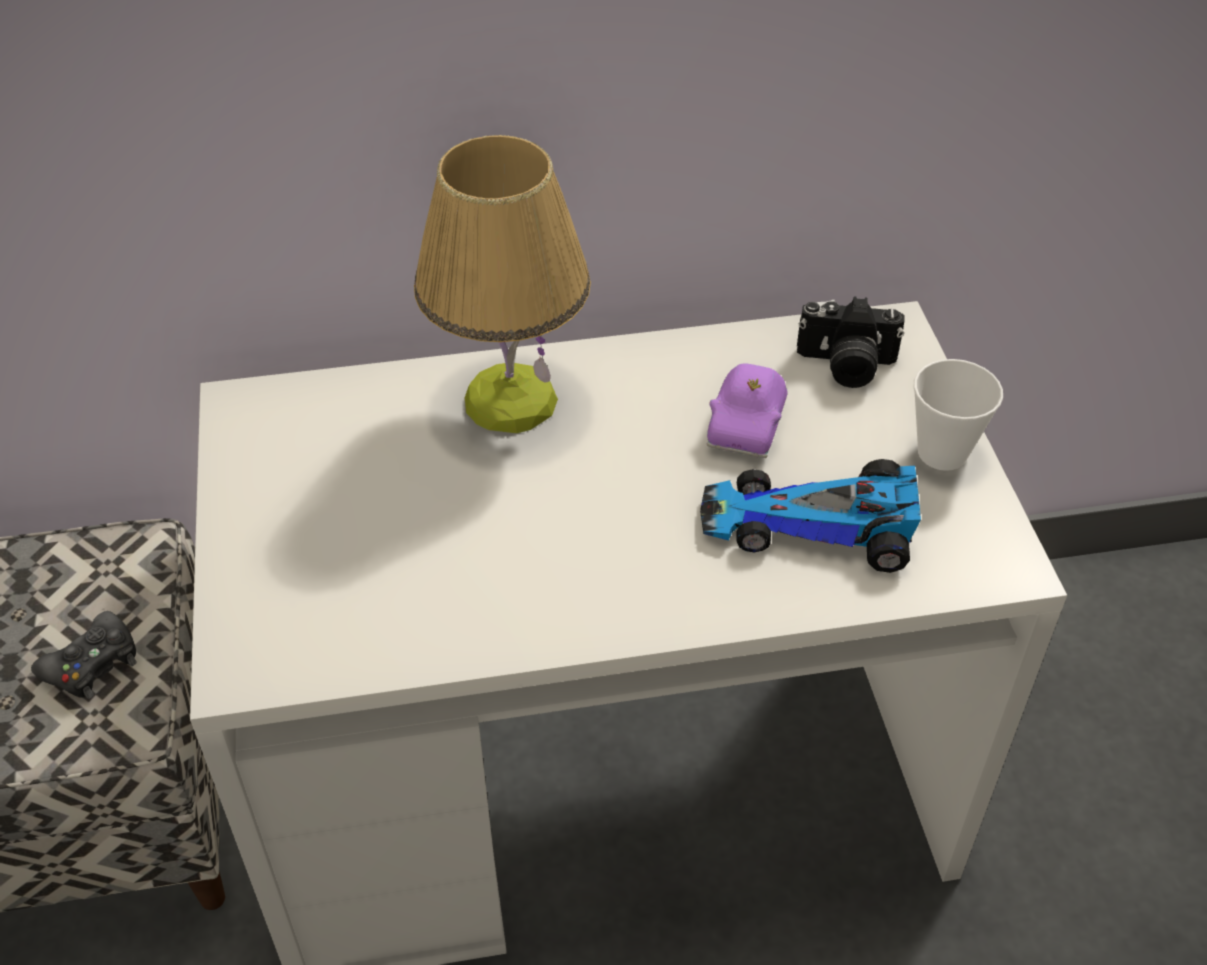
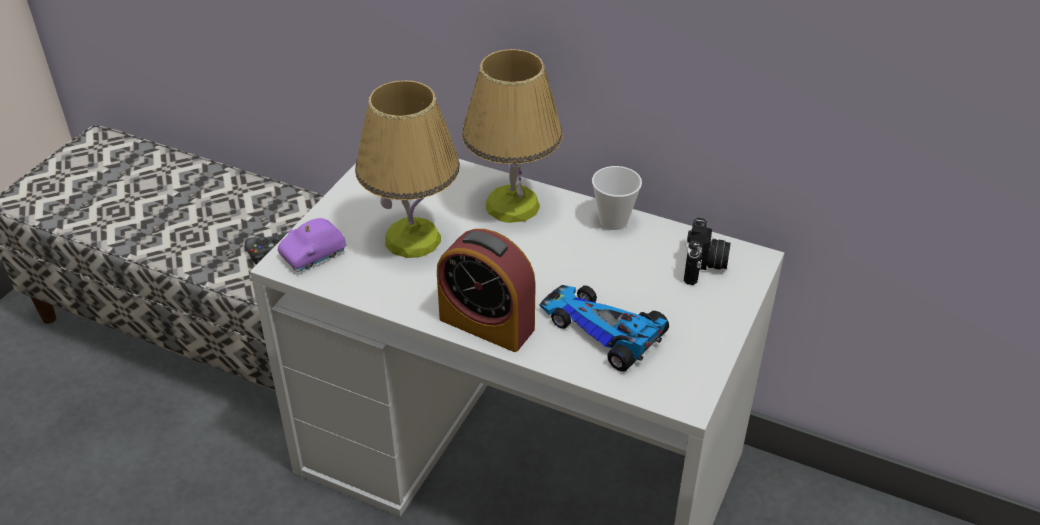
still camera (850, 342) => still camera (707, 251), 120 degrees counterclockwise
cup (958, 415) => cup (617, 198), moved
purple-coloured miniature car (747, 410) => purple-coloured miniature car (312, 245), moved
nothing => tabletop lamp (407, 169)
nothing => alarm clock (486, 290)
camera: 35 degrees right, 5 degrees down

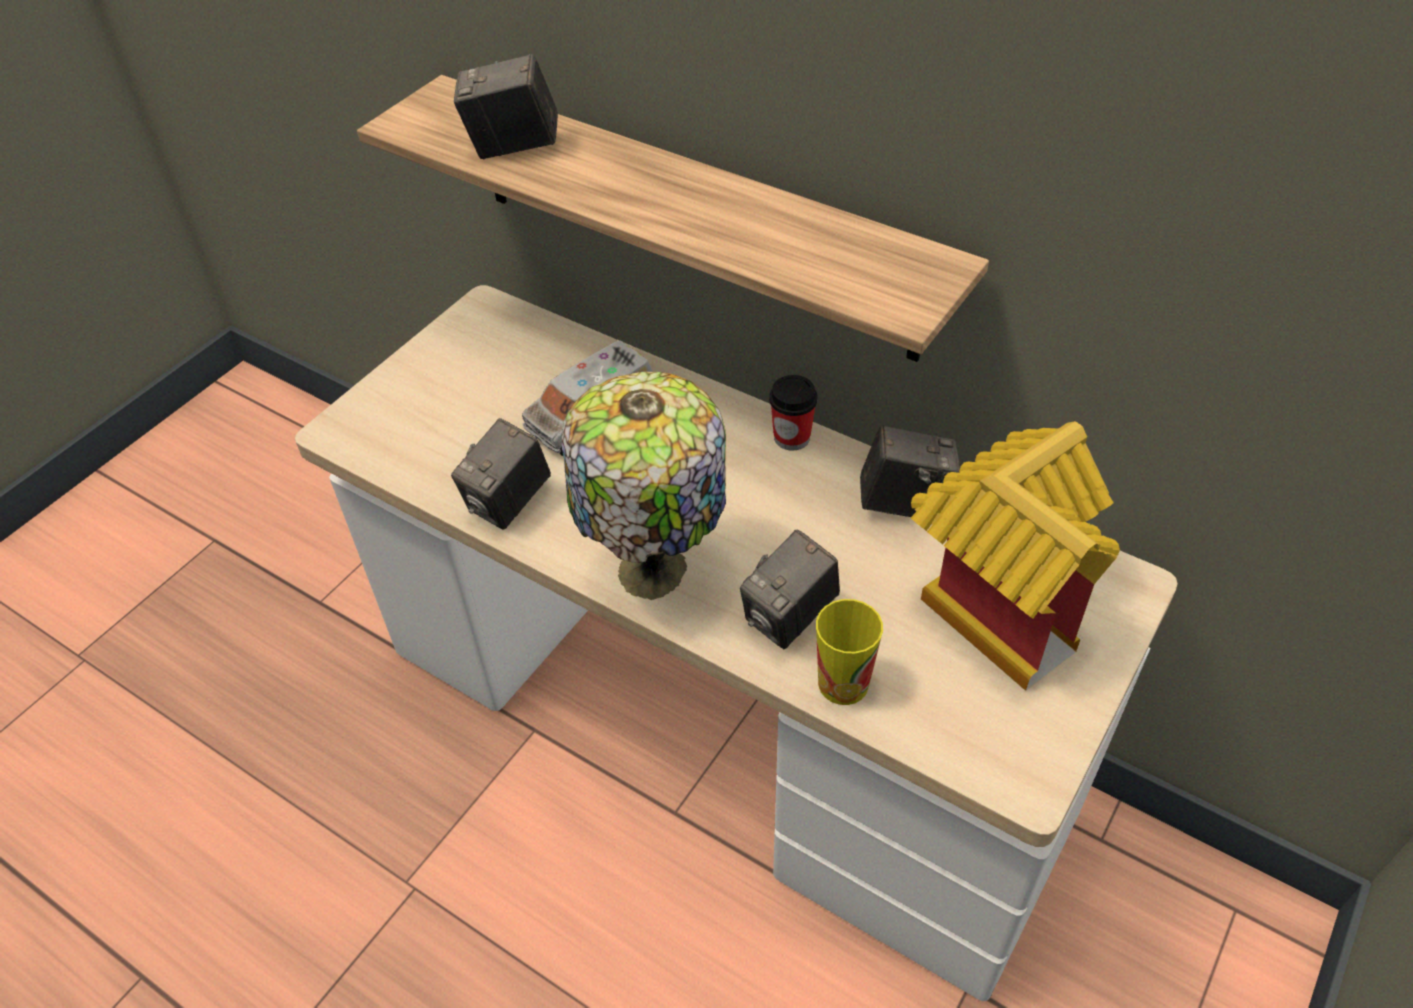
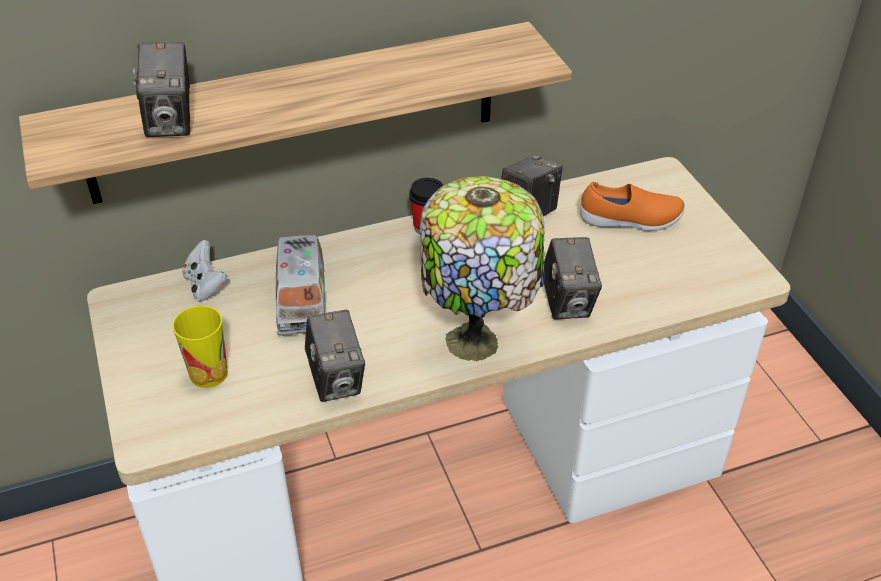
still camera (506, 106) => still camera (161, 89), 45 degrees counterclockwise
miniature house (1015, 556) => orange low shoe (632, 206)
cup (849, 652) => cup (200, 347), moved
nothing => white-coloured gamepad (204, 270)
camera: 55 degrees left, 5 degrees down

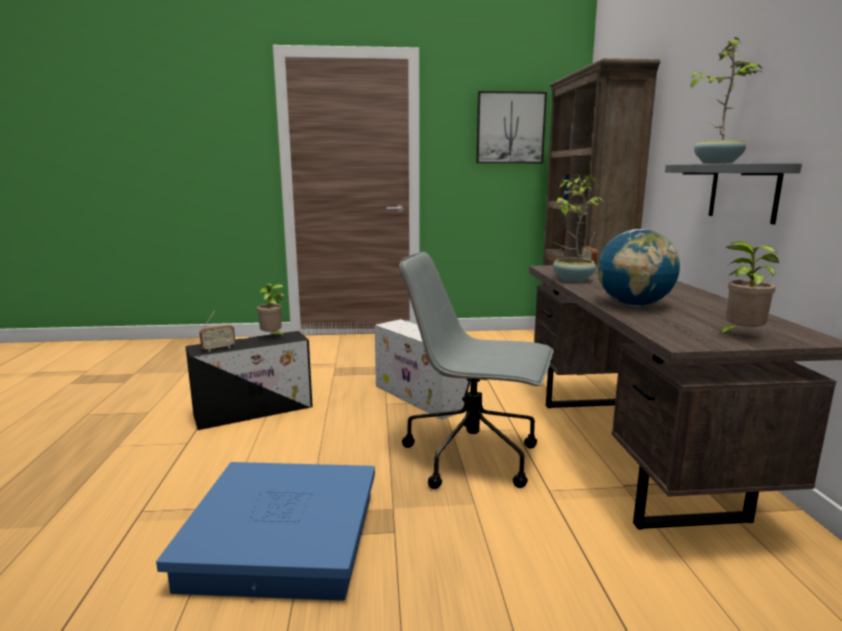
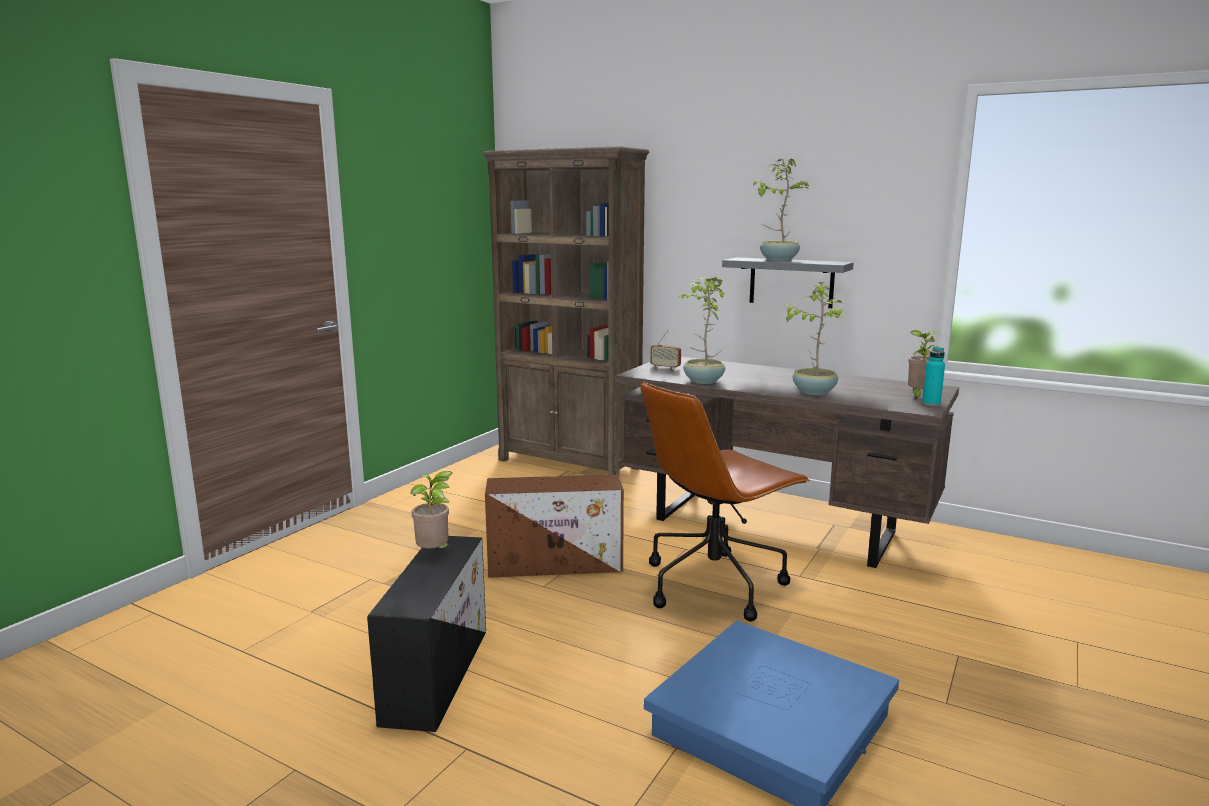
wall picture (511, 127) => nothing
world globe (639, 268) => potted plant (814, 338)
greyish office chair (476, 370) => brown office chair (725, 502)
radio (217, 331) => nothing
white-coloured storage container (421, 369) => brown storage container (554, 526)
nothing => turquoise-coloured beverage bottle (933, 376)
camera: 55 degrees left, 0 degrees up

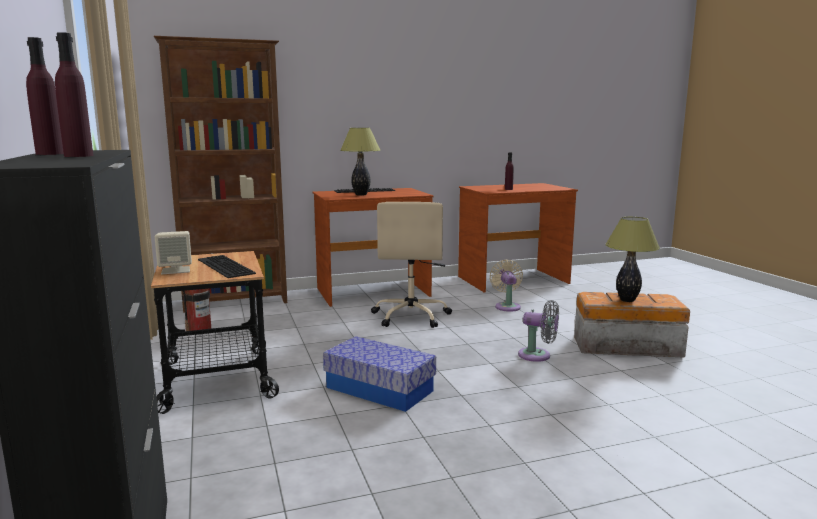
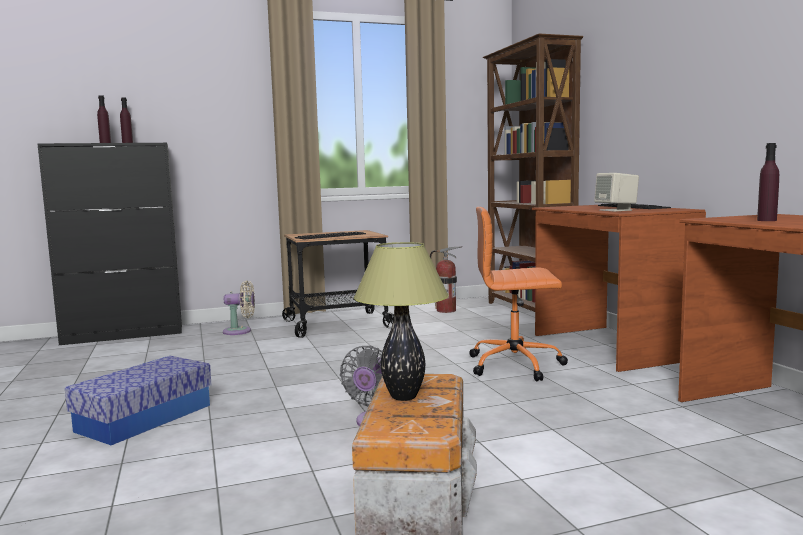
tabletop lamp (360, 162) => nothing
sand-coloured office chair (411, 265) => orange office chair (518, 294)
sand-coloured loudspeaker (173, 252) => sand-coloured loudspeaker (616, 192), moved
sand-coloured fan (506, 286) => sand-coloured fan (239, 307), moved
storage container (379, 374) => storage container (138, 400), moved
camera: 90 degrees right, 5 degrees down

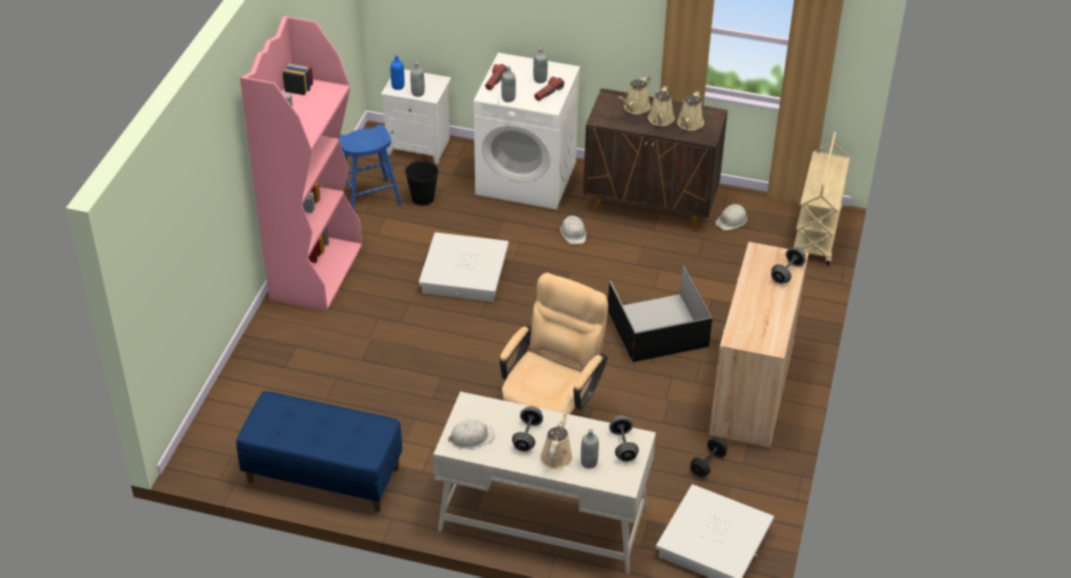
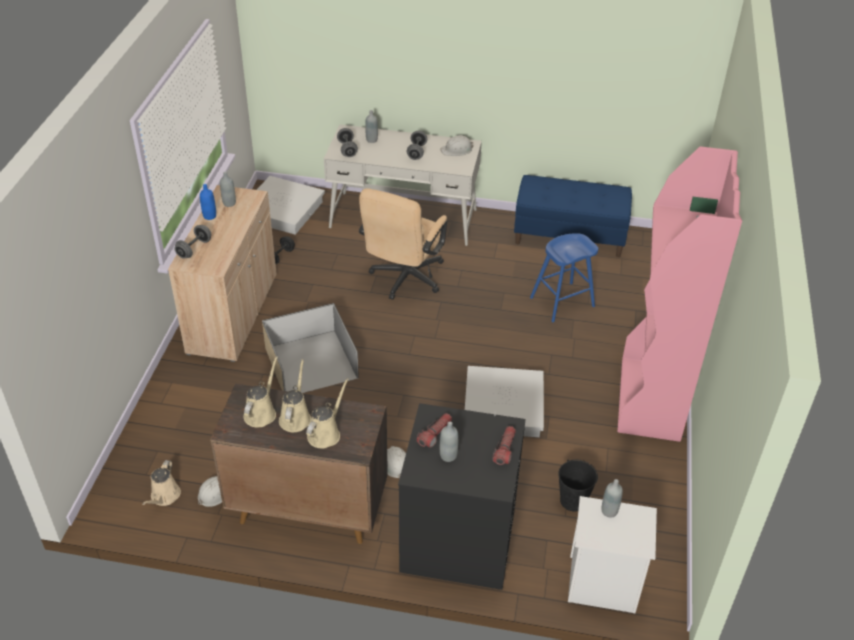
white-coloured washing machine (527, 131) => blackish washing machine (462, 496)
bluish beverage bottle (397, 72) => bluish beverage bottle (208, 202), moved
greyish beverage bottle (508, 84) => greyish beverage bottle (228, 189), moved
bluish stool (371, 167) => bluish stool (564, 277), moved
sand-coloured trolley (822, 198) => nothing
blackish storage container (660, 314) => sand-coloured storage container (310, 348)
sand-coloured watering pot (556, 432) => sand-coloured watering pot (161, 483), moved
camera: 175 degrees right, 0 degrees up

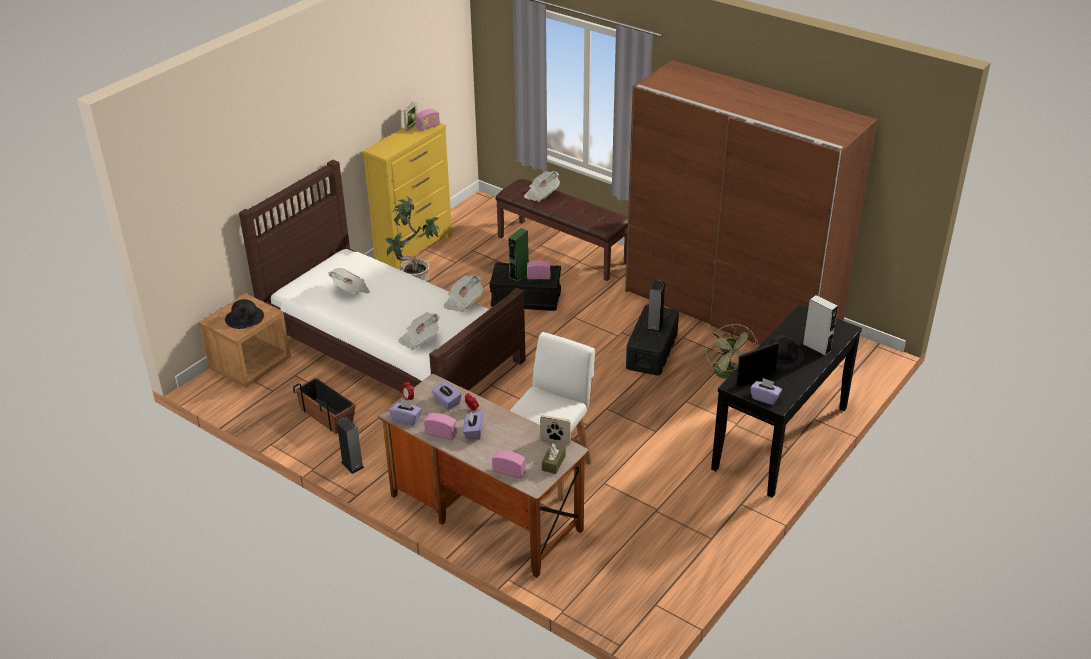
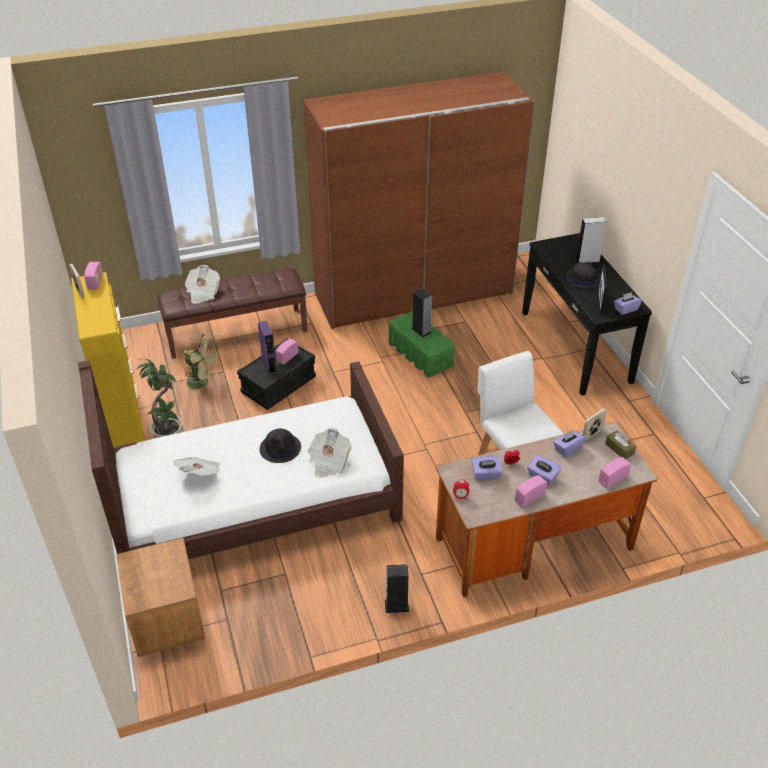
green-coloured loudspeaker (518, 254) => purple-coloured loudspeaker (267, 347)
daily paper (463, 293) => nothing
blackish hat (244, 314) => blackish hat (280, 445), moved
blackish storage container (652, 340) => green-coloured storage container (422, 344)
green-coloured fan (732, 352) => green-coloured fan (201, 364), moved
plant pot (324, 405) => nothing
purple-coloured box of tissues (405, 412) => purple-coloured box of tissues (569, 443), moved
camera: 55 degrees left, 5 degrees up

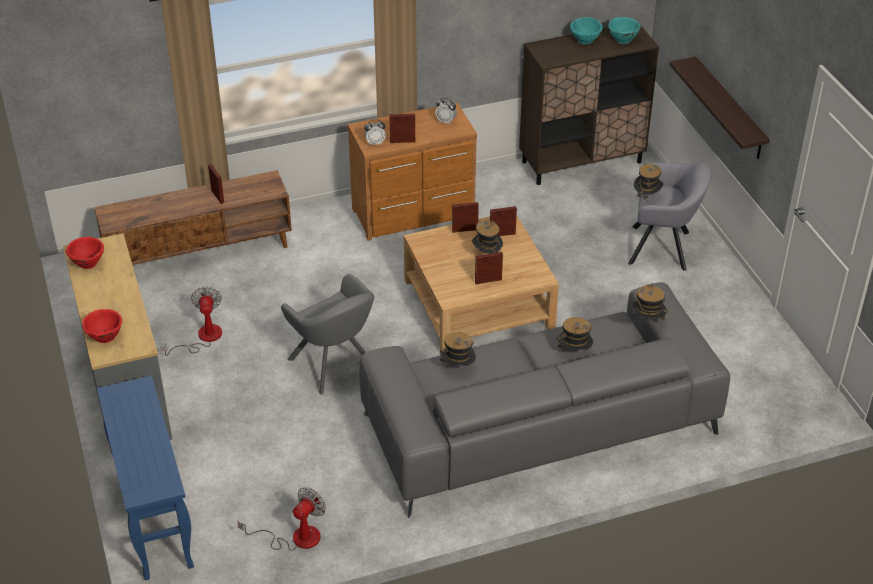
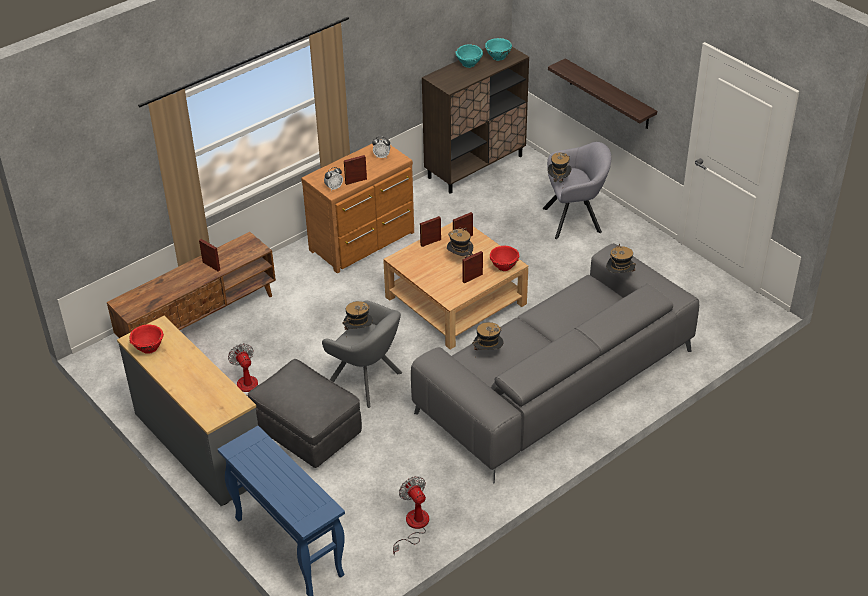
red serving bowl (102, 326) => red serving bowl (504, 258), moved
hat (575, 336) => hat (357, 319), moved
fan (281, 519) => fan (411, 515), 45 degrees counterclockwise
nothing => greyish ottoman (305, 413)
camera: 20 degrees left, 0 degrees up

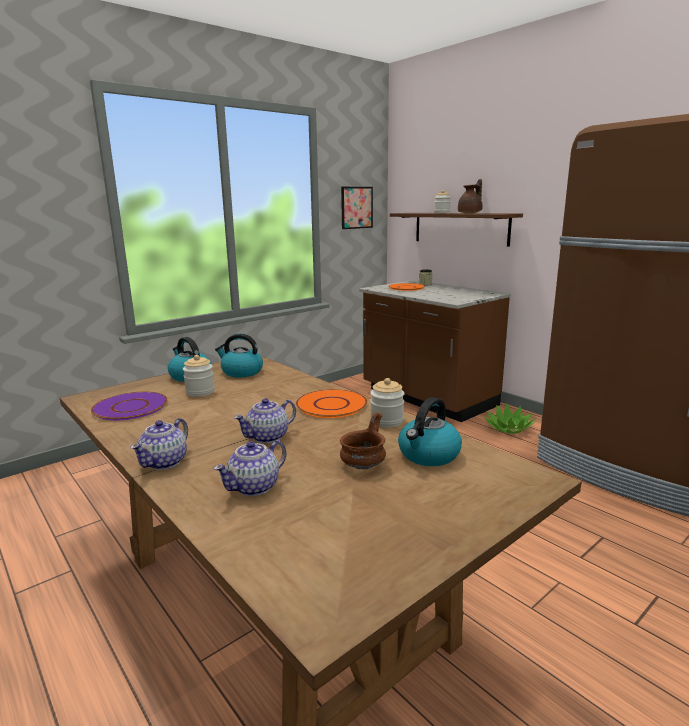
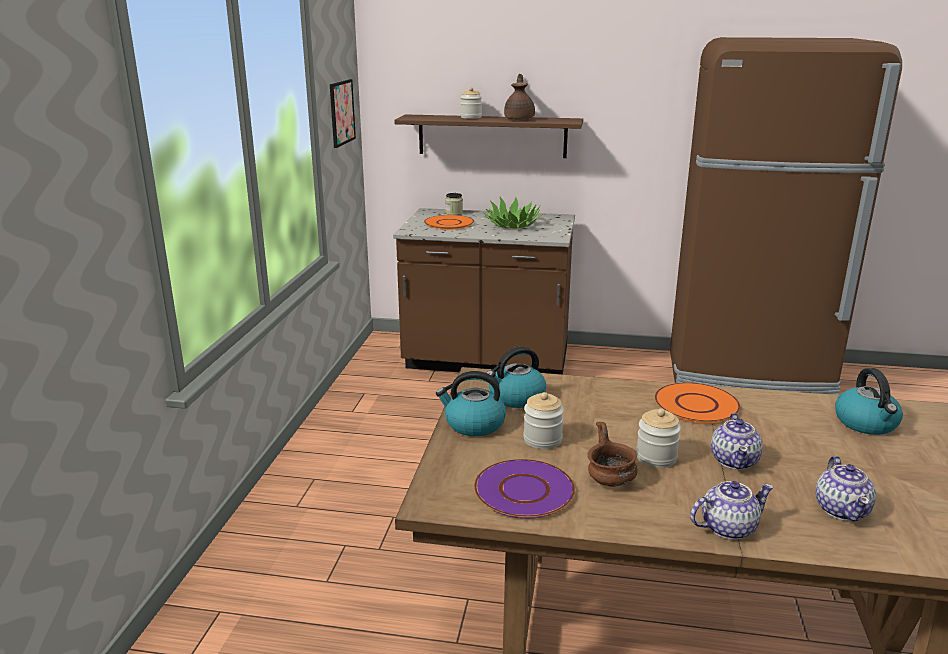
preserve jar (387, 402) => preserve jar (658, 438), moved
potted plant (510, 418) => potted plant (513, 213), moved
brown serving bowl (363, 441) => brown serving bowl (613, 454), moved
pot for tea (159, 444) => pot for tea (732, 510), 90 degrees counterclockwise
camera: 40 degrees left, 5 degrees up

